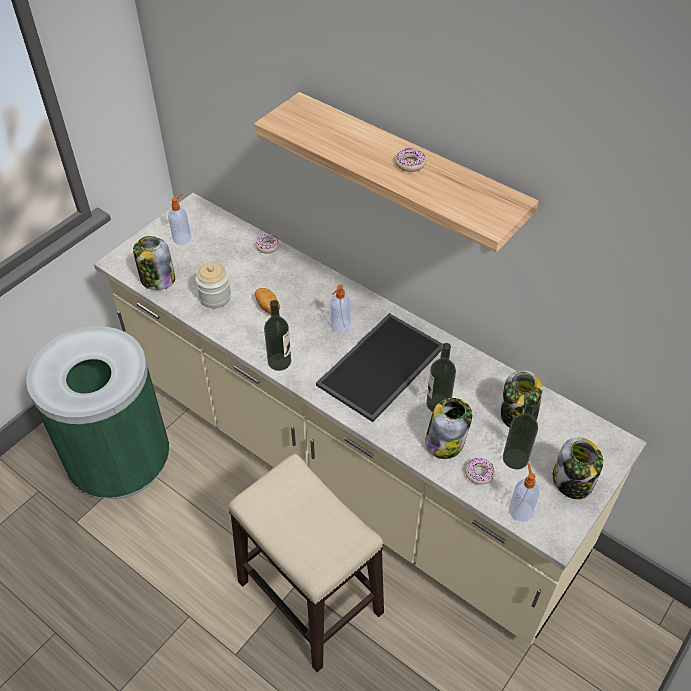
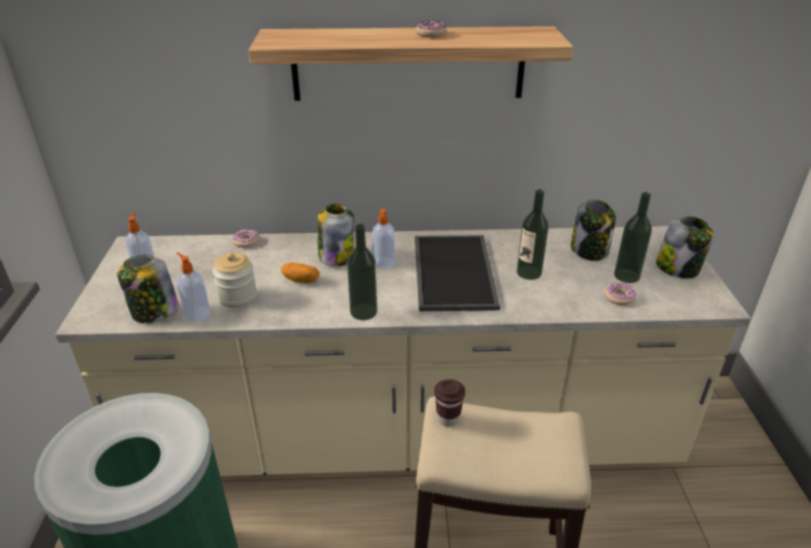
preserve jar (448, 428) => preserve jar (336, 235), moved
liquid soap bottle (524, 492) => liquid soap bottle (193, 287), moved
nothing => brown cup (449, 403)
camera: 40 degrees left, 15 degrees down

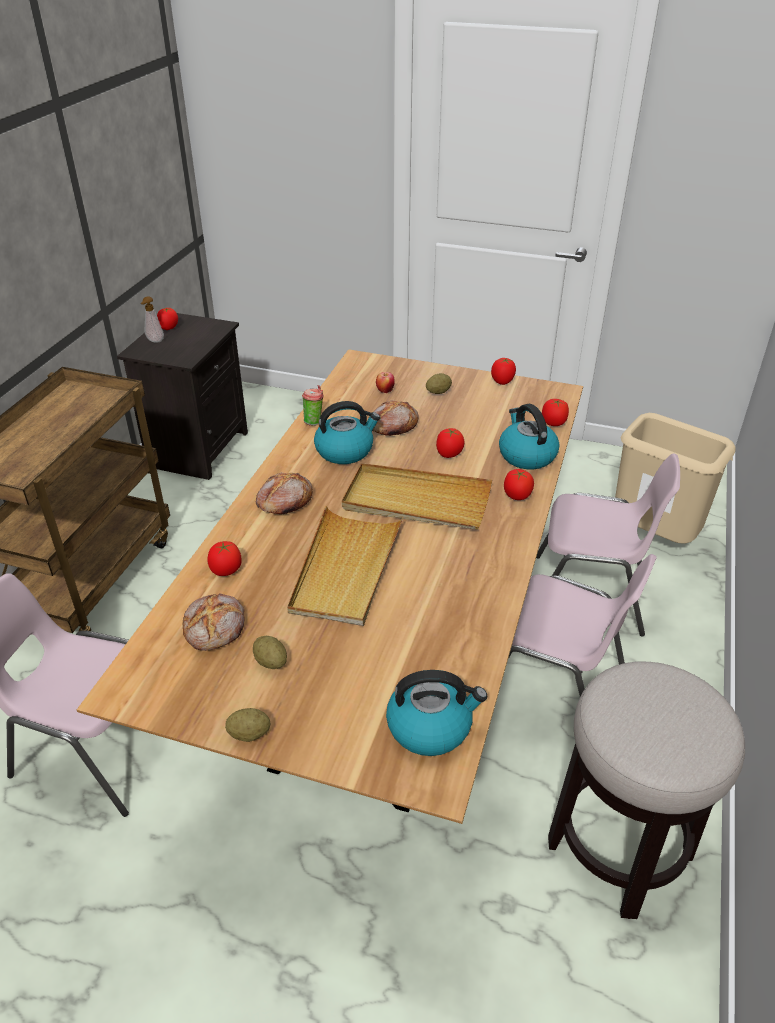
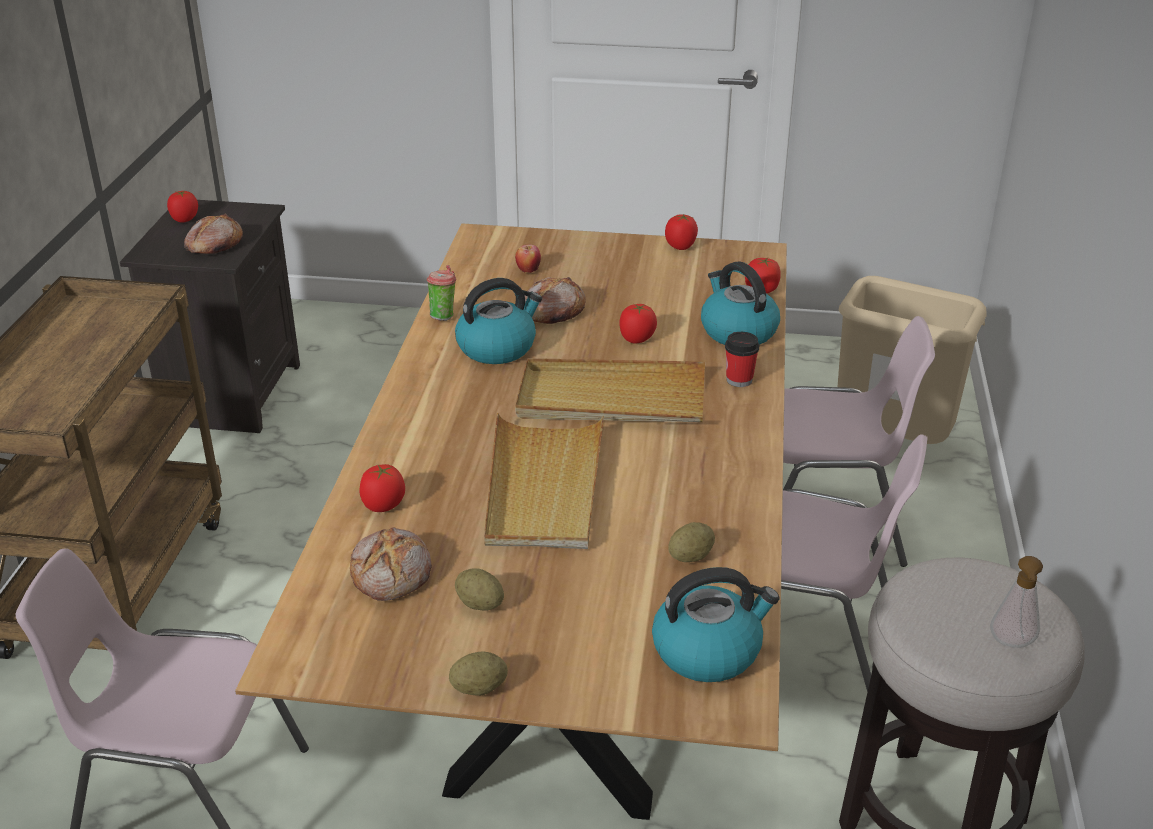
liquid soap bottle (152, 319) => liquid soap bottle (1016, 602), moved
whole potato (439, 383) => whole potato (691, 542), moved
tomato (519, 484) => cup (742, 359)
bakery bread (284, 493) => bakery bread (213, 234), moved
camera: 10 degrees left, 5 degrees down

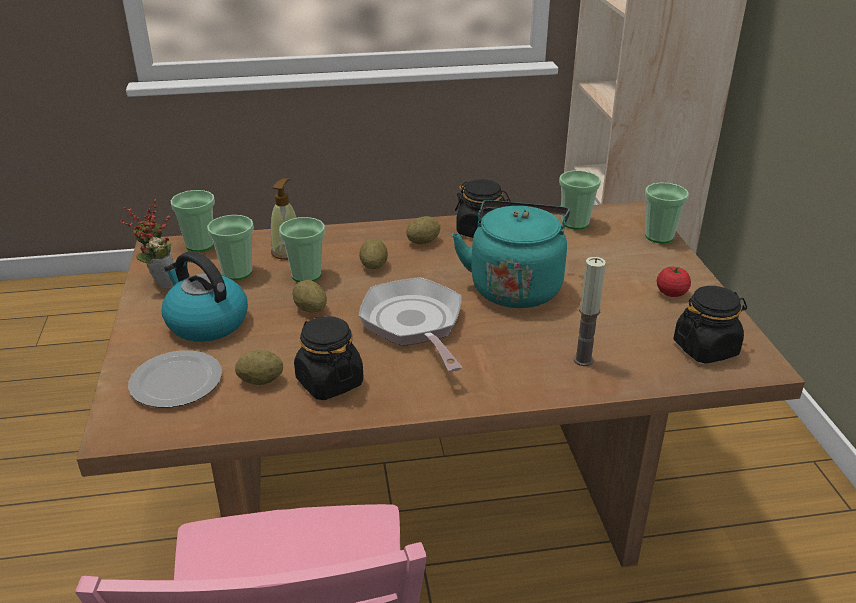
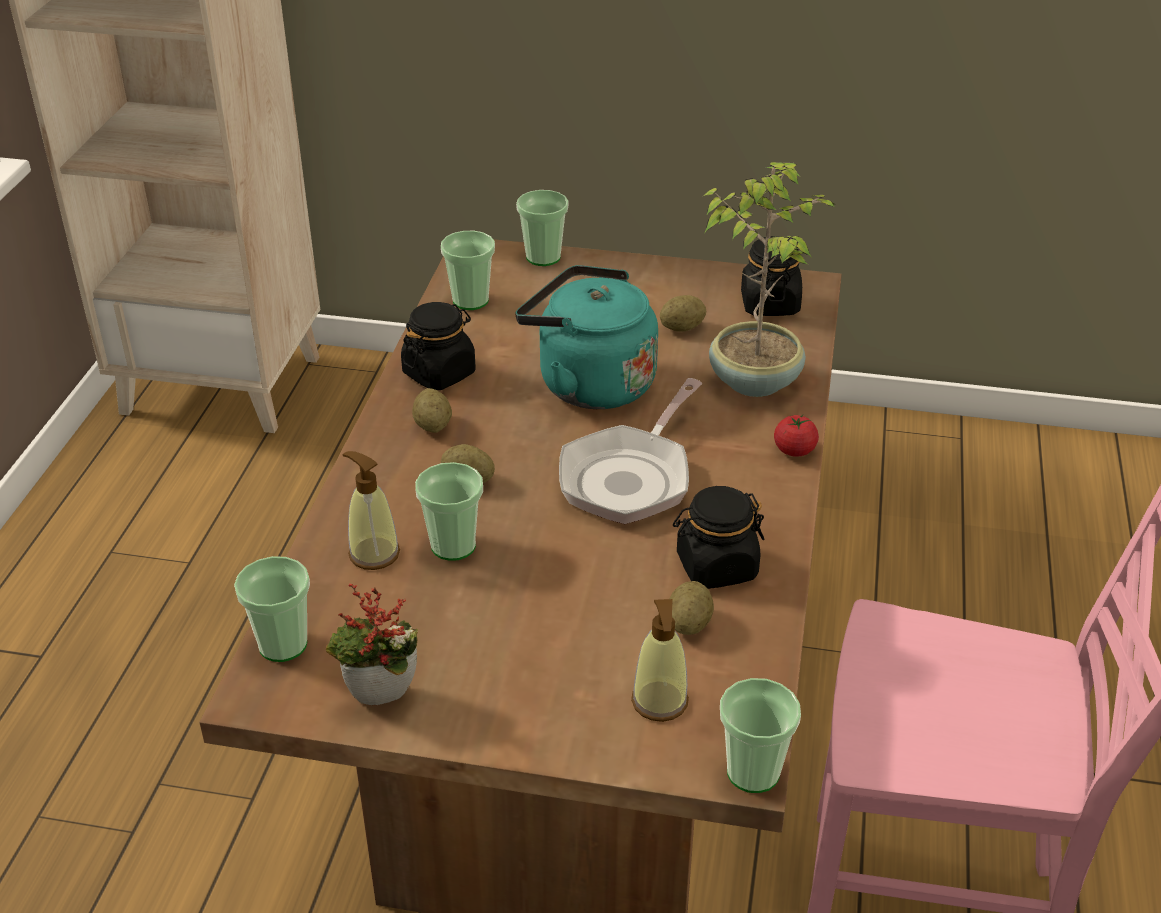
cup (230, 247) => cup (760, 735), moved
kettle (205, 296) => nothing
candle (589, 311) => potted plant (768, 279)
tomato (674, 282) => tomato (796, 436), moved
skillet (411, 324) => skillet (630, 451), 60 degrees counterclockwise
whole potato (309, 296) => whole potato (683, 313), moved
flat dish (175, 379) => liquid soap bottle (660, 660)
camera: 70 degrees left, 5 degrees up

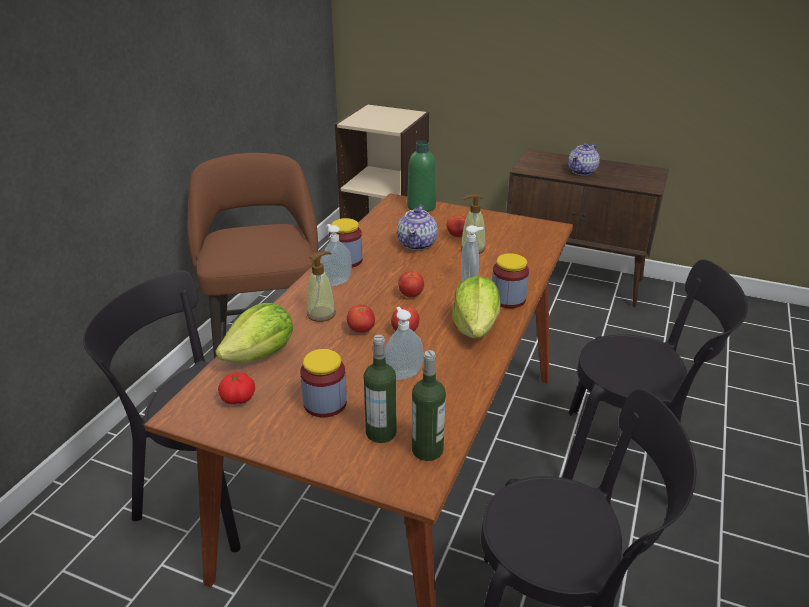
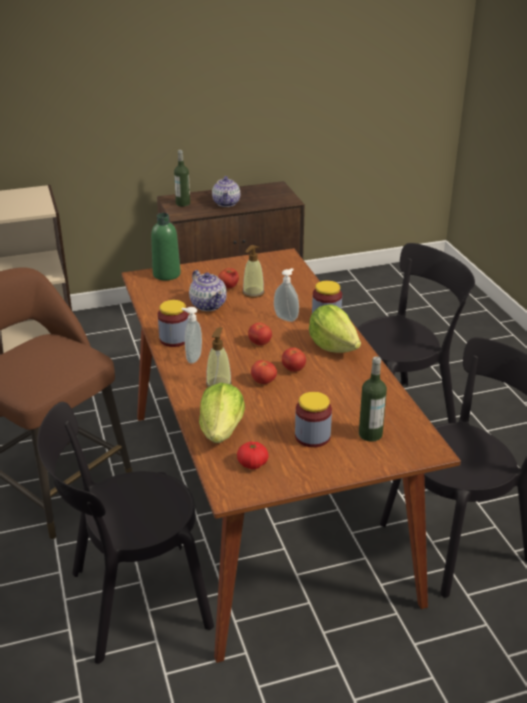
liquid soap bottle (404, 343) => nothing
beverage bottle (429, 405) => beverage bottle (182, 178), moved
camera: 40 degrees left, 0 degrees up

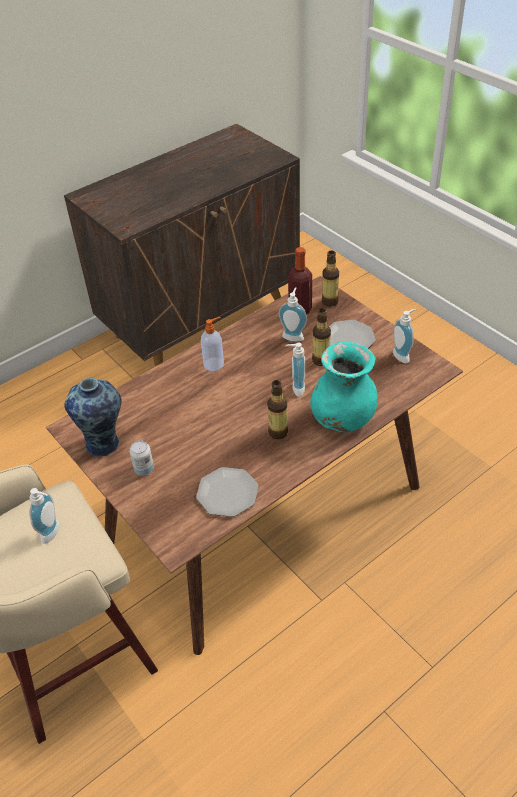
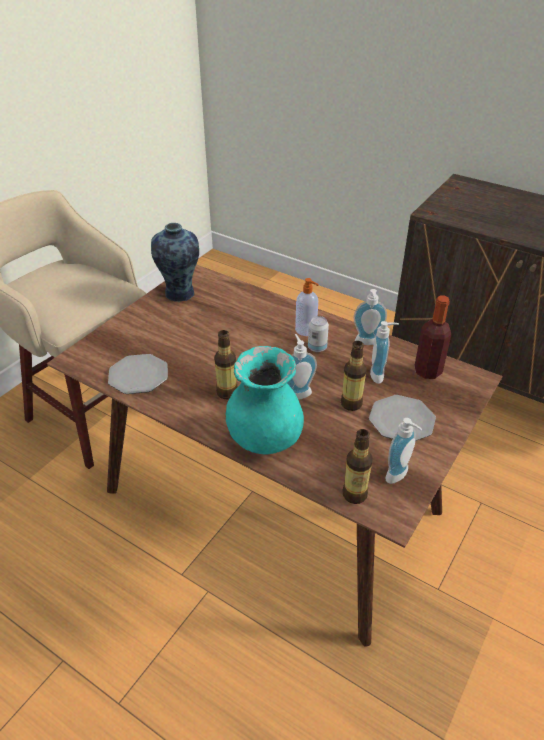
beverage bottle (330, 279) => beverage bottle (358, 466), moved
sealed can (142, 457) => sealed can (318, 334), moved
liquid soap bottle (44, 516) => liquid soap bottle (370, 317), moved
camera: 70 degrees right, 5 degrees down

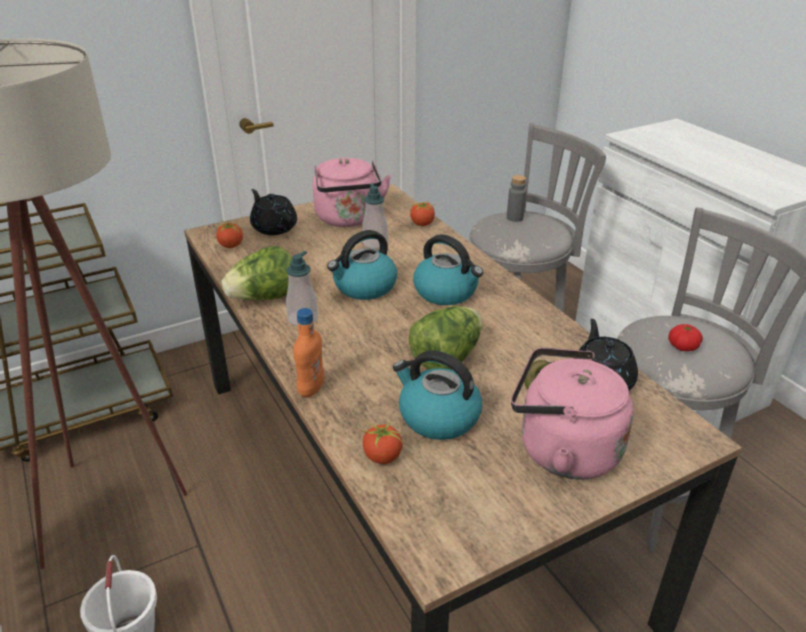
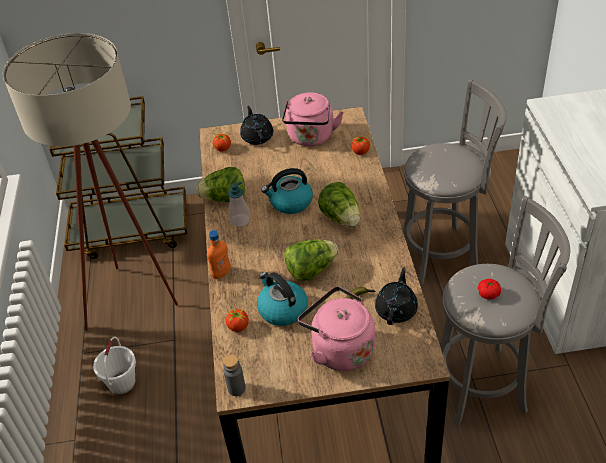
greyish beverage bottle (516, 198) => greyish beverage bottle (234, 375), moved
liquid soap bottle (375, 216) => nothing
kettle (448, 269) => lettuce head (339, 204)
camera: 25 degrees right, 10 degrees up

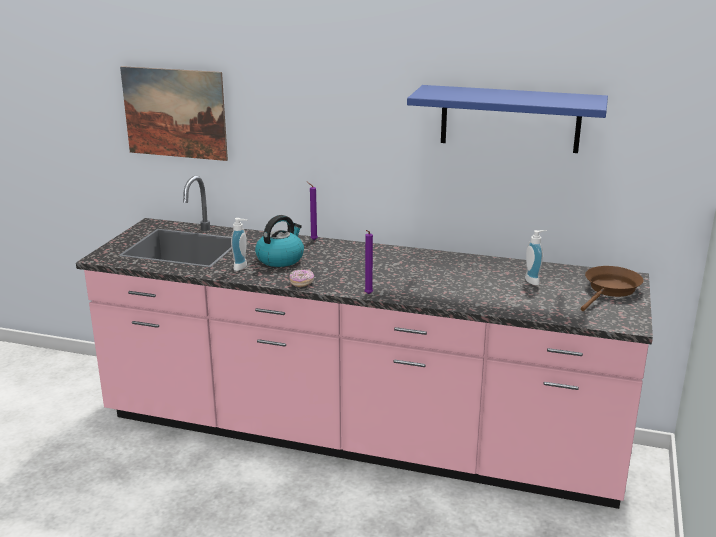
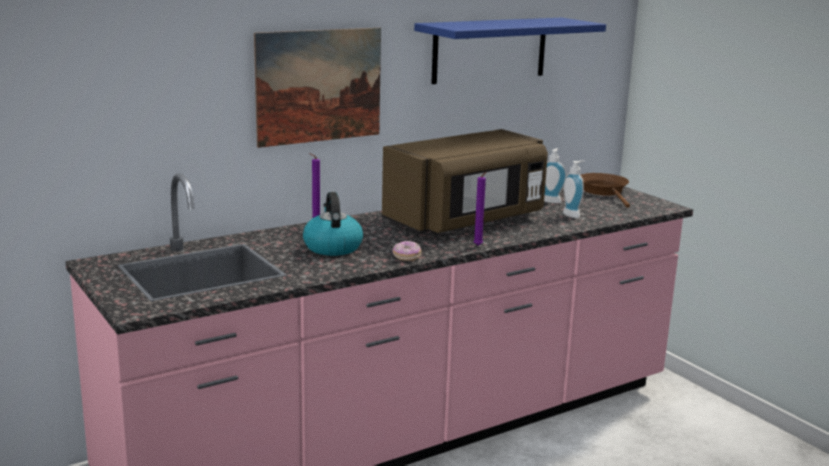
wall picture (174, 113) => wall picture (317, 88), moved
liquid soap bottle (239, 244) => liquid soap bottle (574, 189), moved
nothing => brown microwave (465, 181)
camera: 50 degrees left, 5 degrees down

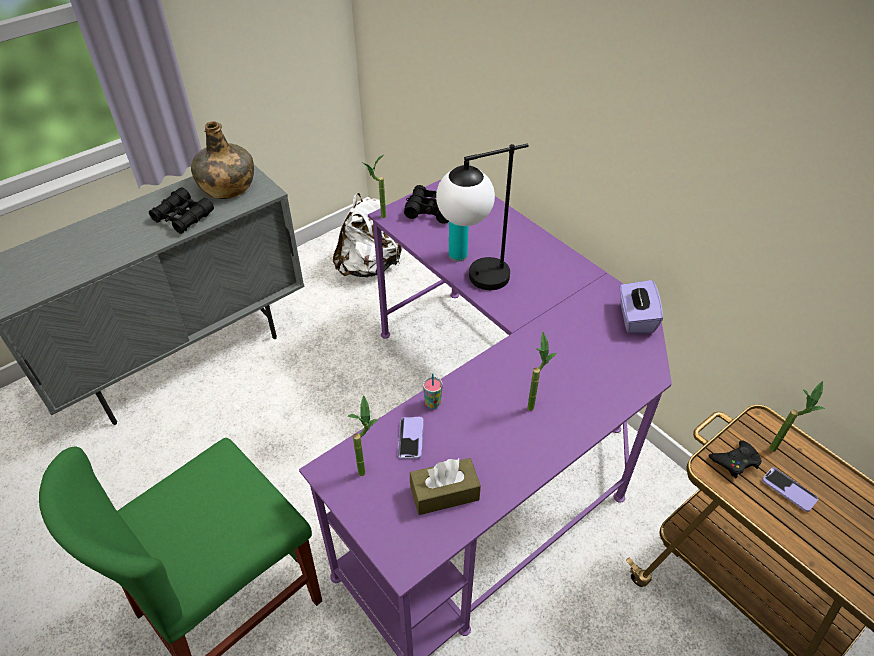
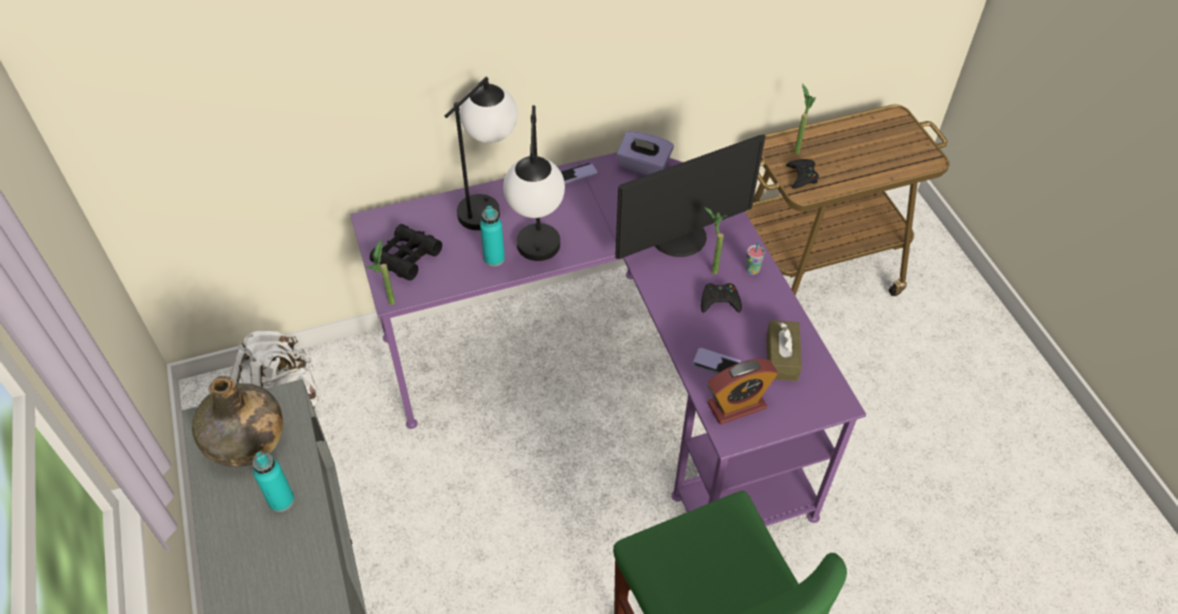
blackish field glasses (181, 210) => turquoise-coloured beverage bottle (273, 481)
cup (433, 391) => cup (755, 258), moved
potted plant (363, 436) => alarm clock (742, 391)
phone (790, 490) => phone (579, 173), moved
nothing => tabletop lamp (481, 153)
nothing => computer screen (690, 197)
nothing => blackish gamepad (721, 298)
camera: 70 degrees left, 5 degrees up

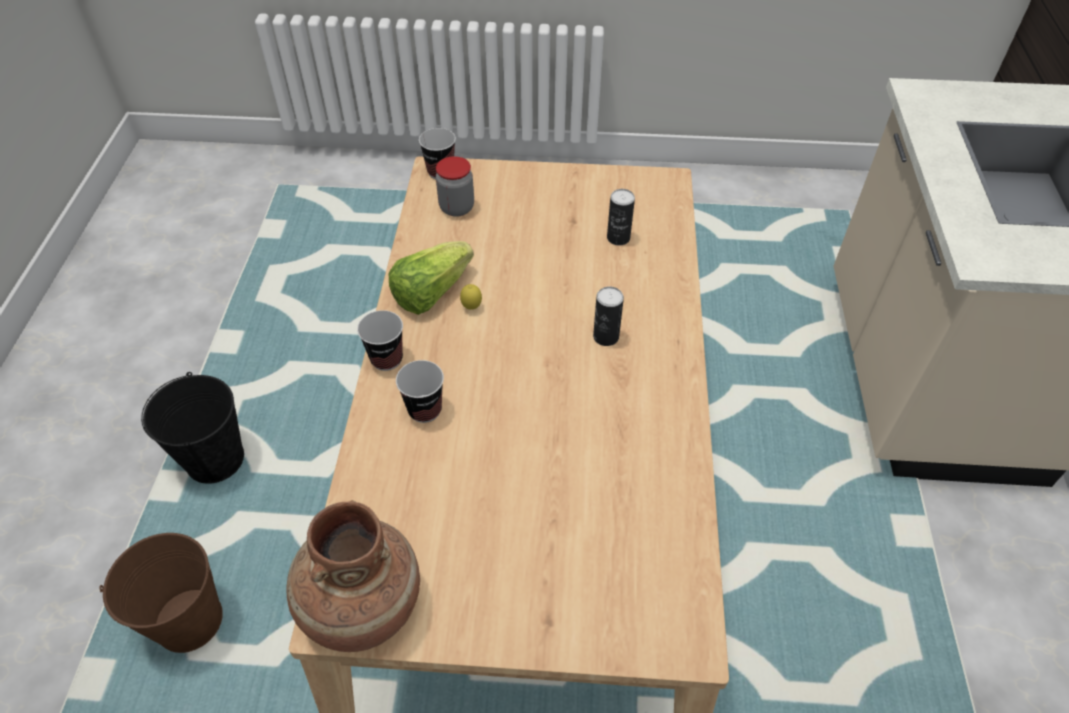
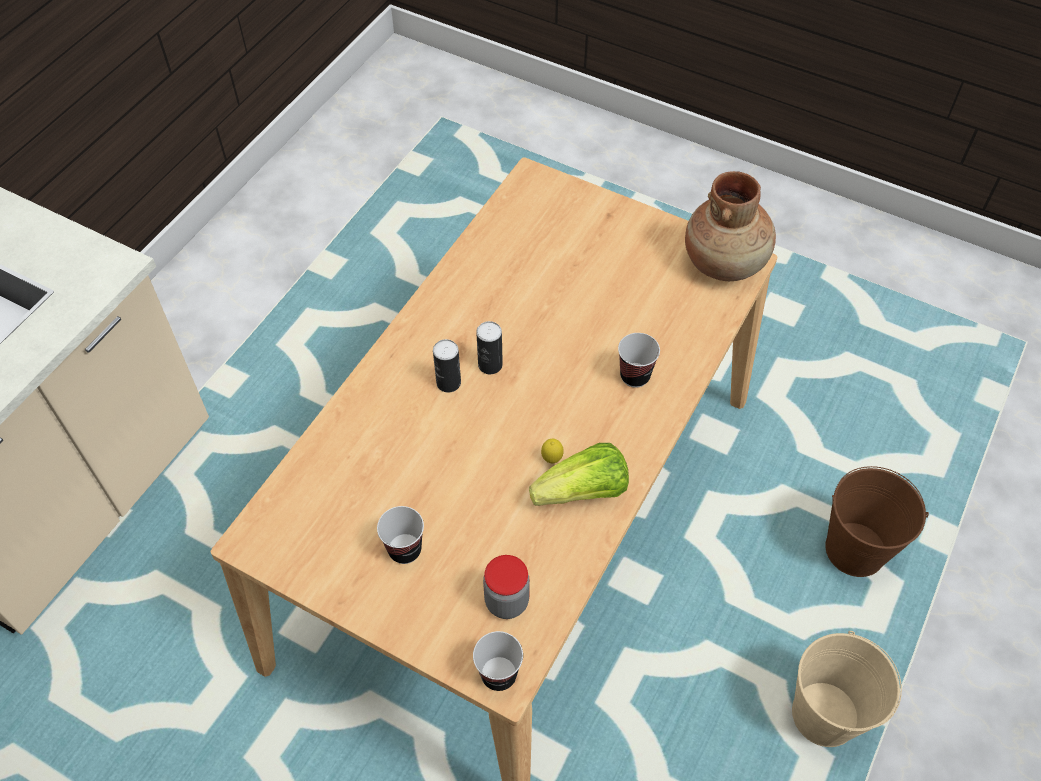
sealed can (621, 217) => sealed can (489, 347), moved
cup (380, 340) => cup (400, 535), moved
blackish water bucket (192, 428) => sand-coloured water bucket (847, 689)
camera: 155 degrees left, 5 degrees up

